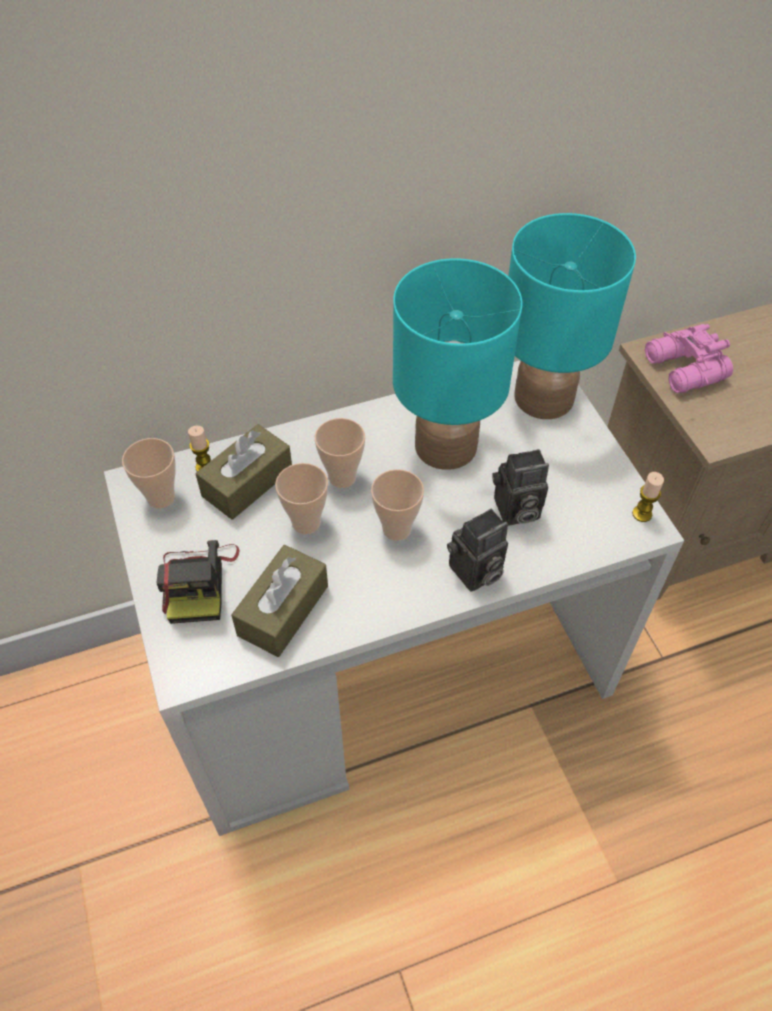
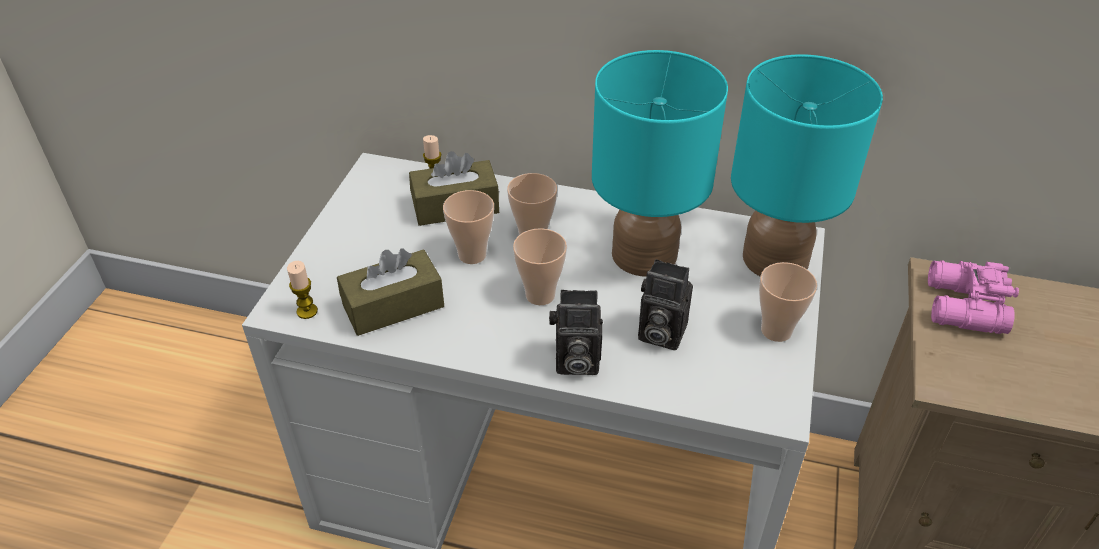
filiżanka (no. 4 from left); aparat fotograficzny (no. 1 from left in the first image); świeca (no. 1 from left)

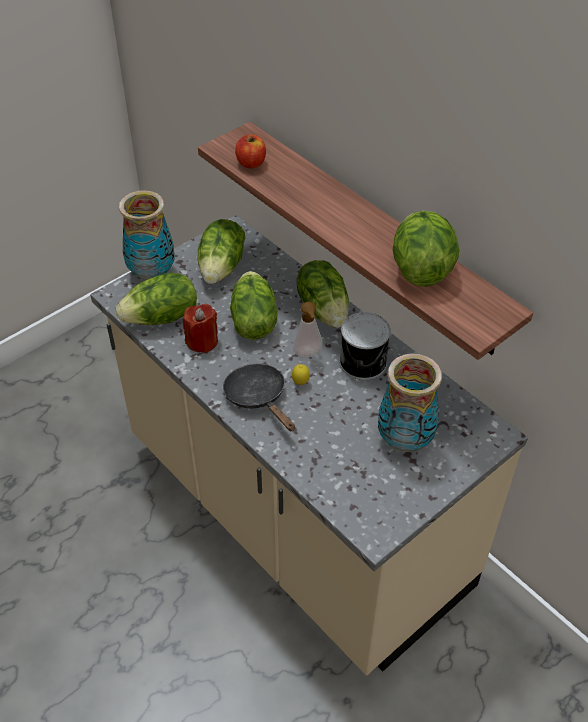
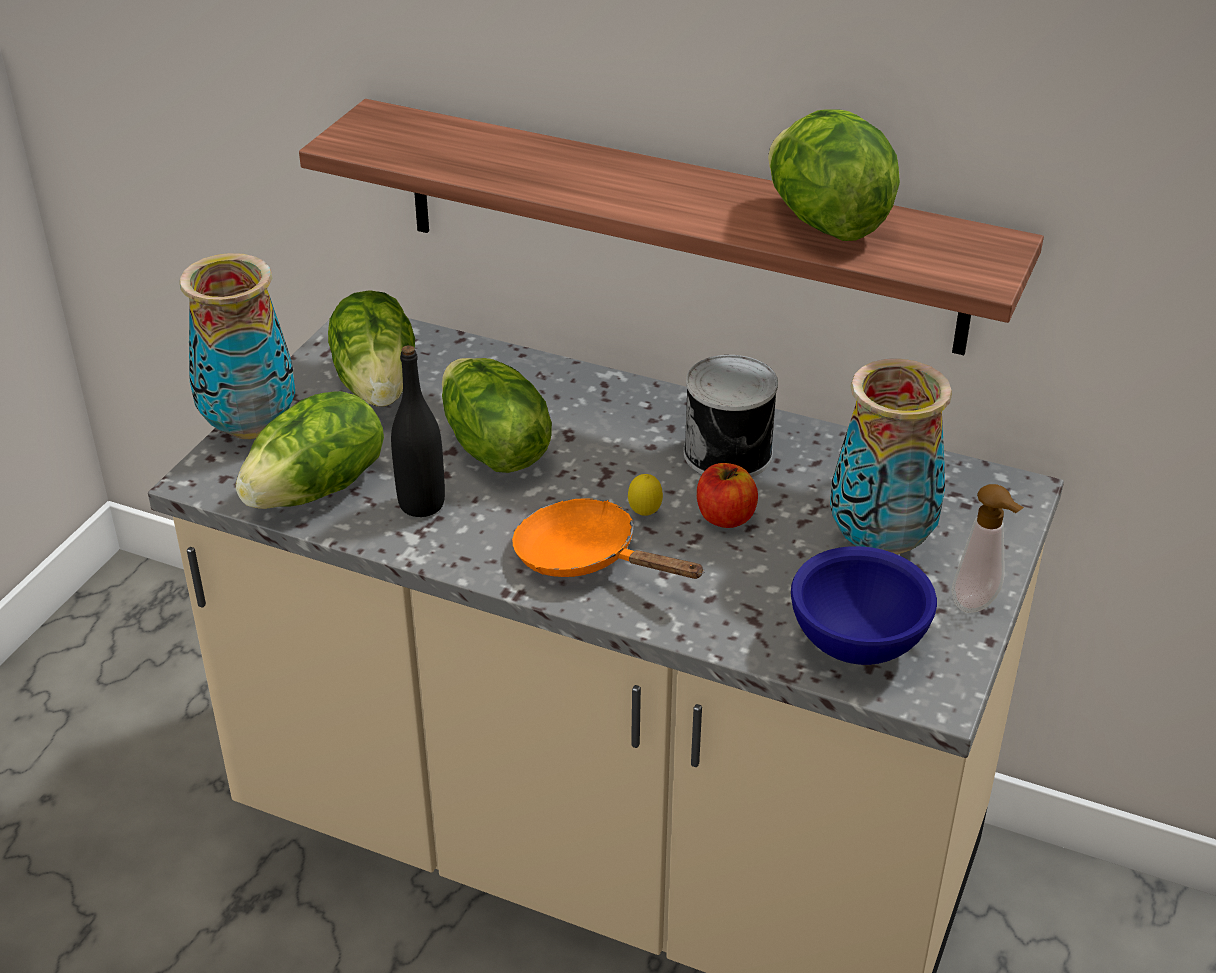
butelka [czarny]; patelnia [pomarańczowy]; jabłko; dozownik mydła; sałata (no. 4 from left in the first image); miska [niebieski]

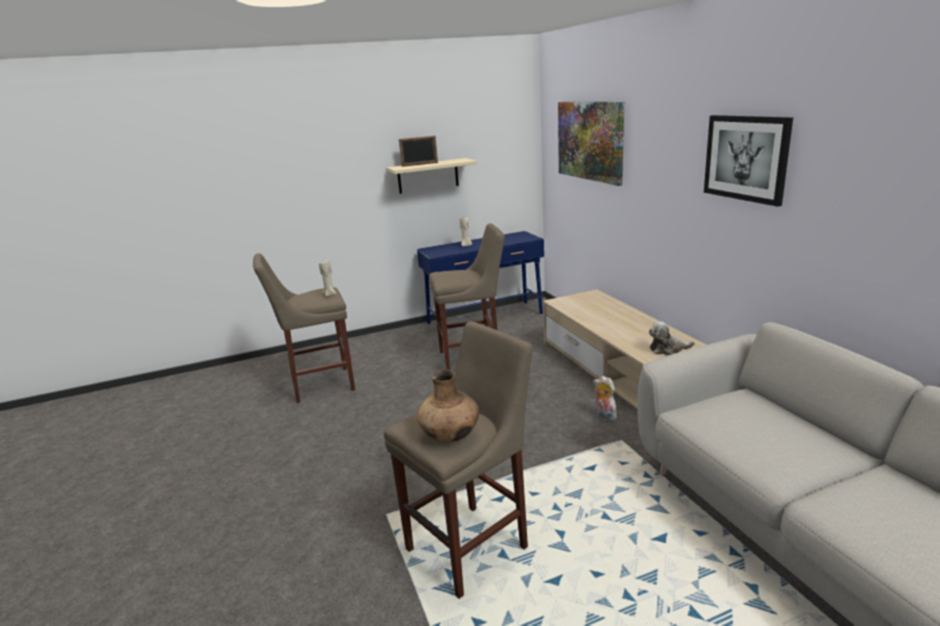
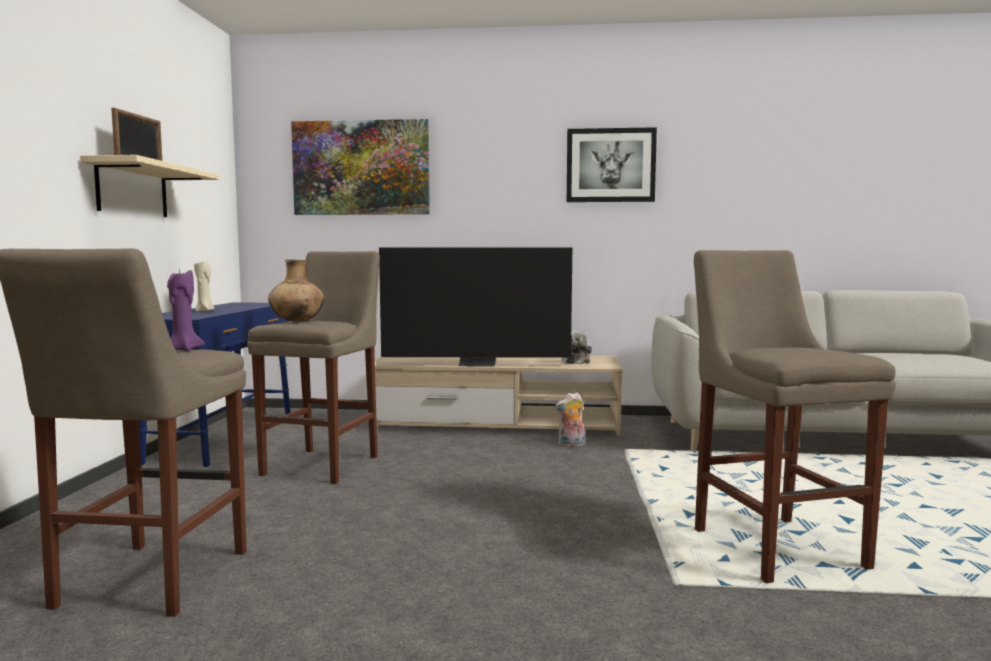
świeca [fioletowy]; wazon [brązowy]; telewizor

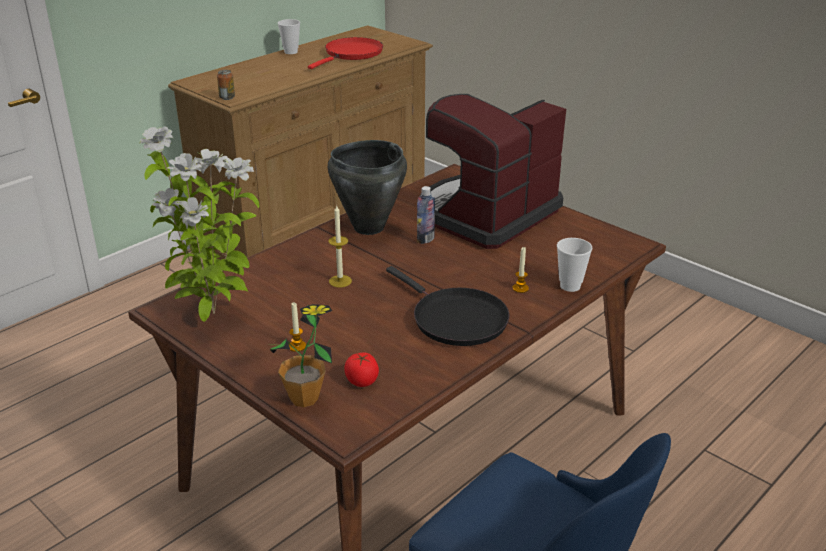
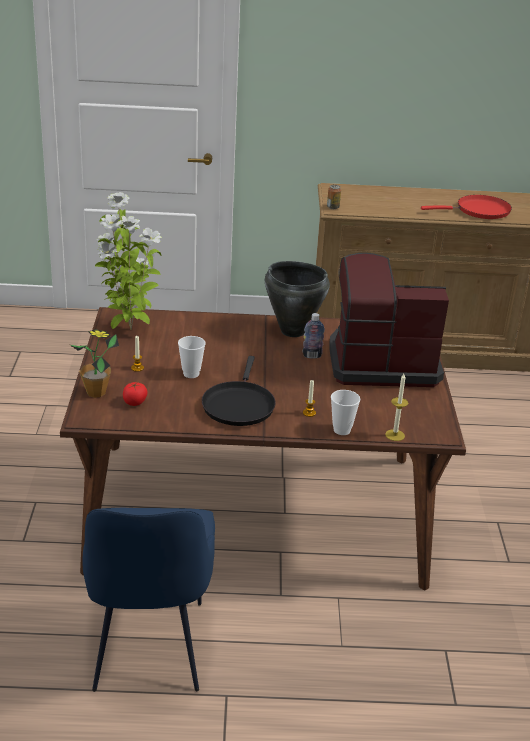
filiżanka (no. 1 from left); świeca (no. 3 from left)

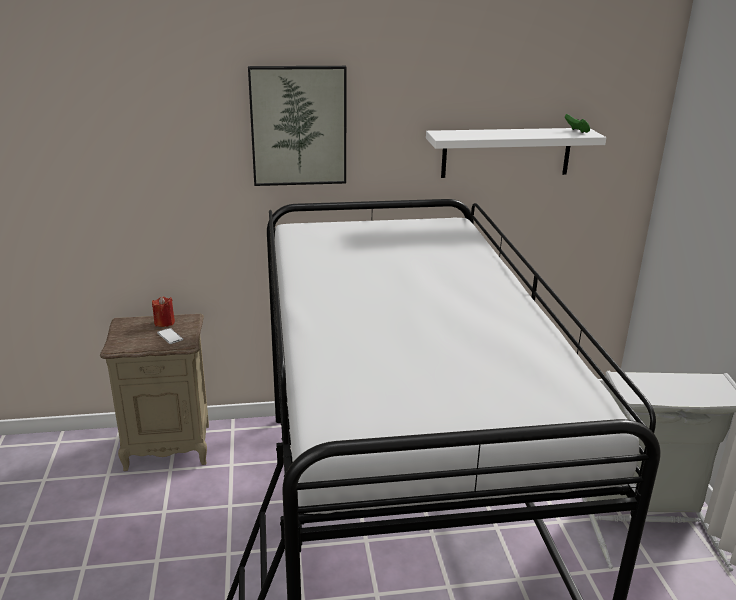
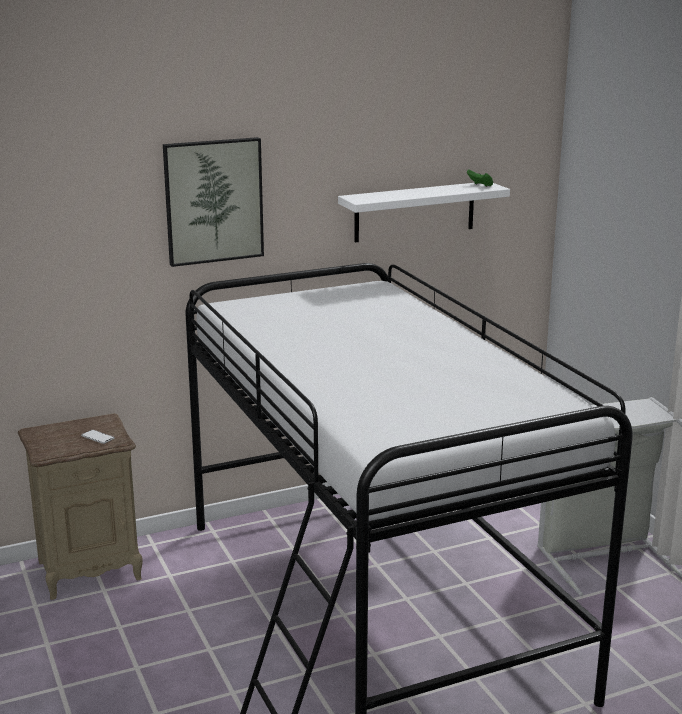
świeca [czerwony]

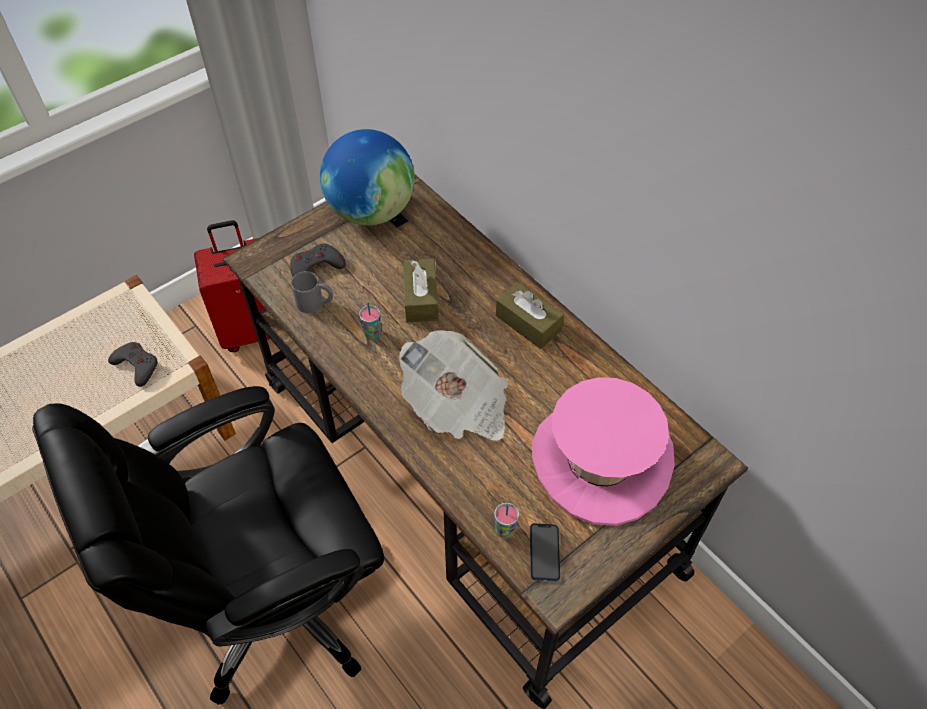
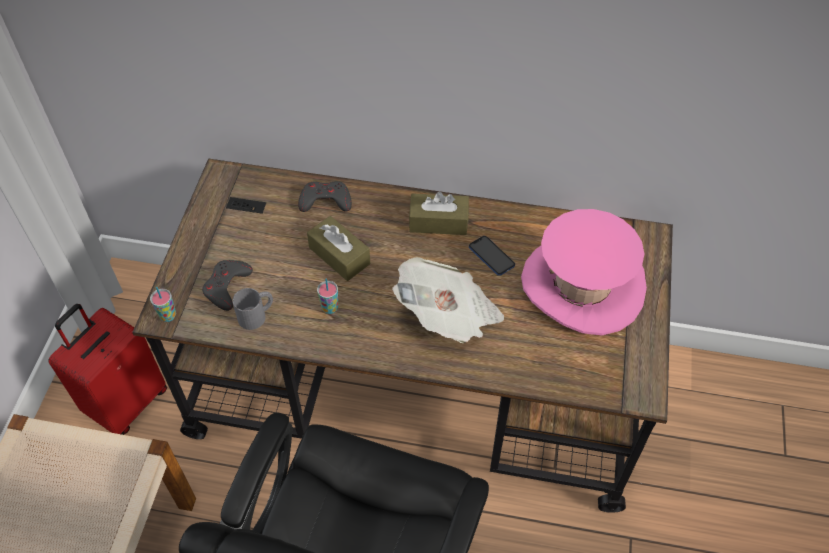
pad do gier [szary] (no. 2 from left); globus; filiżanka (no. 1 from left); telefon

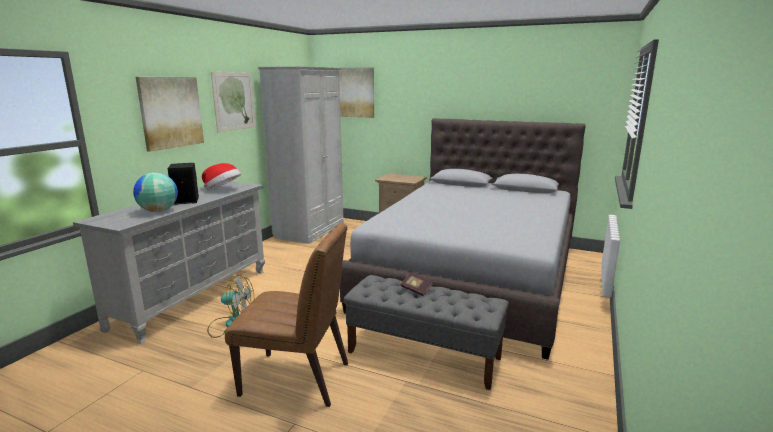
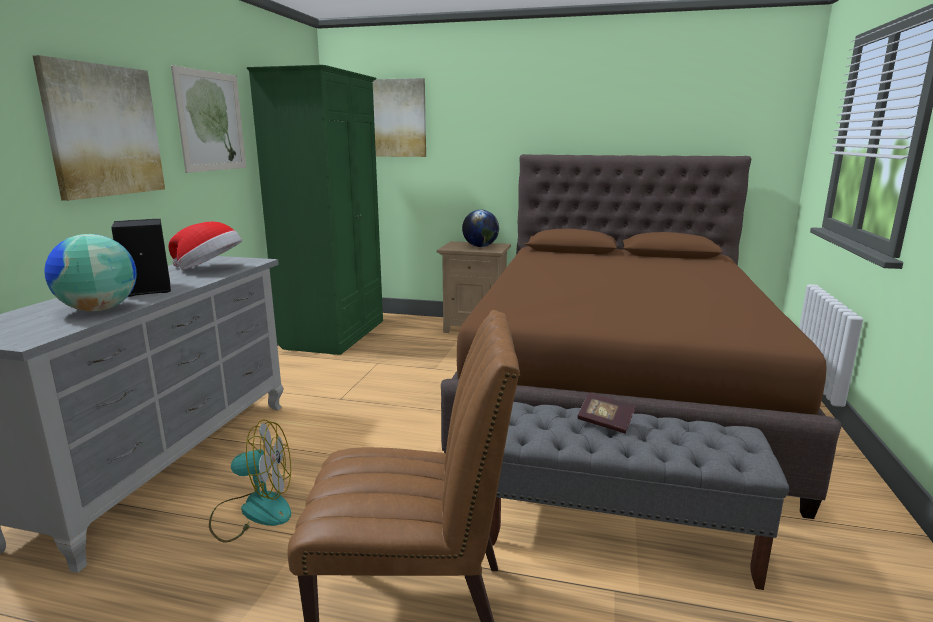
szafa [zielony]; łóżko [brązowy]; globus (no. 2 from left)

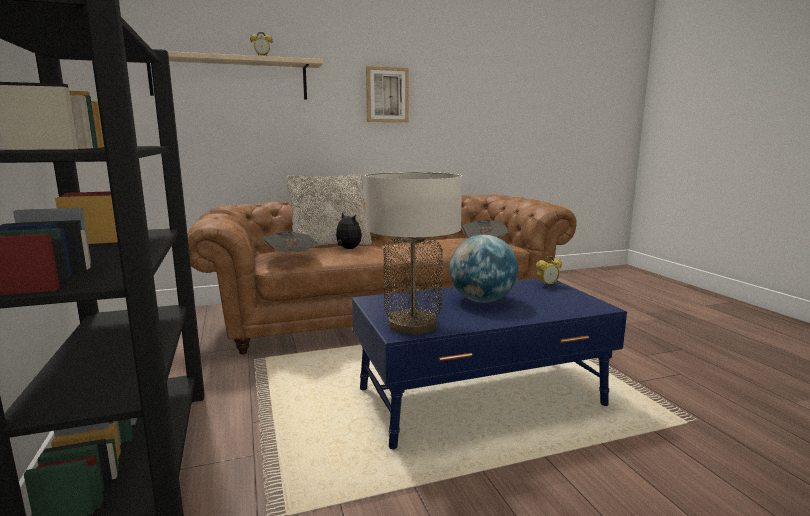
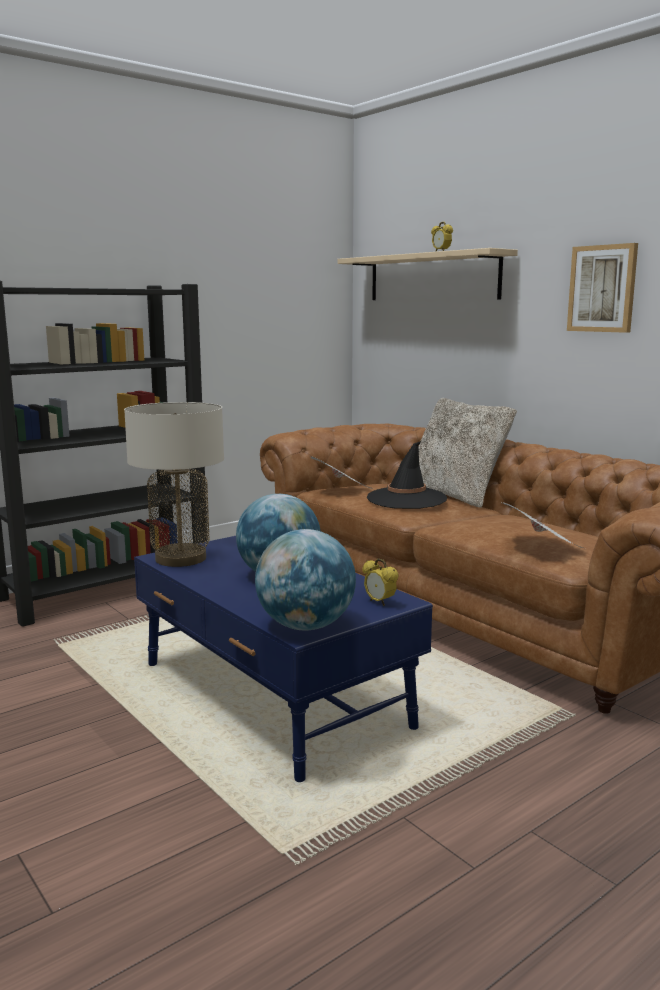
kapelusz [czarny]; globus (no. 2 from left)

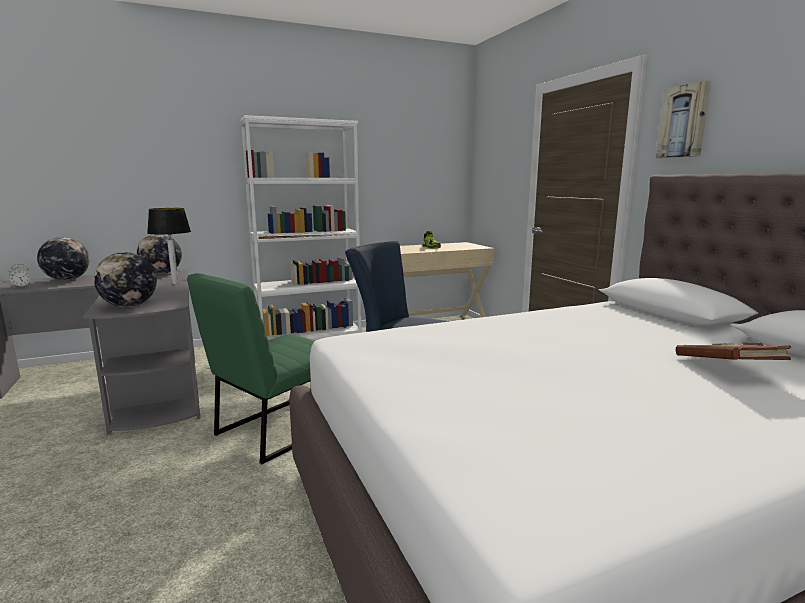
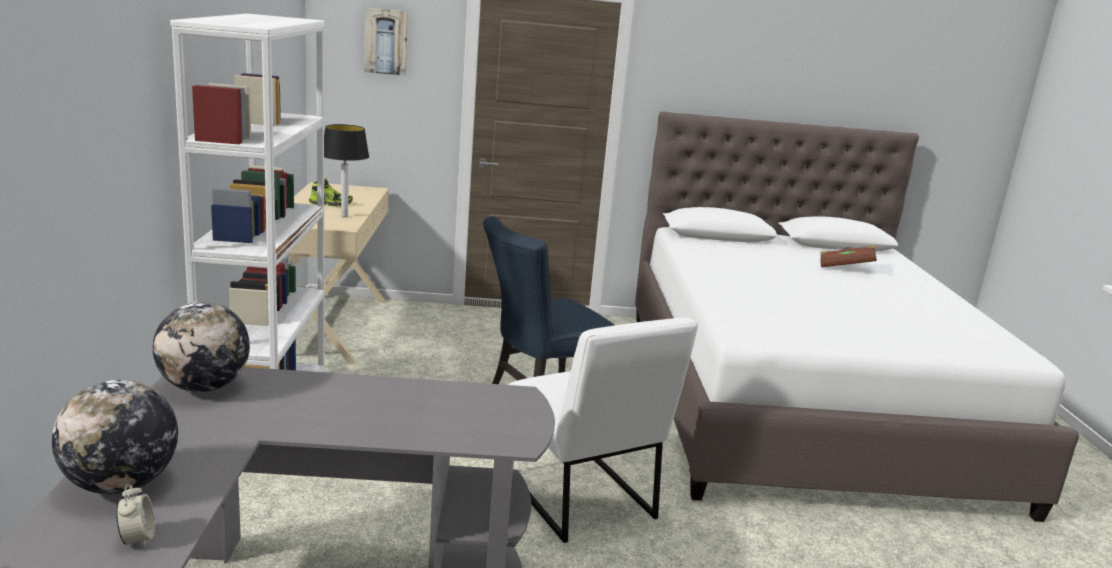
globus (no. 2 from left in the first image); lampa stołowa; krzesło [biały]; obraz

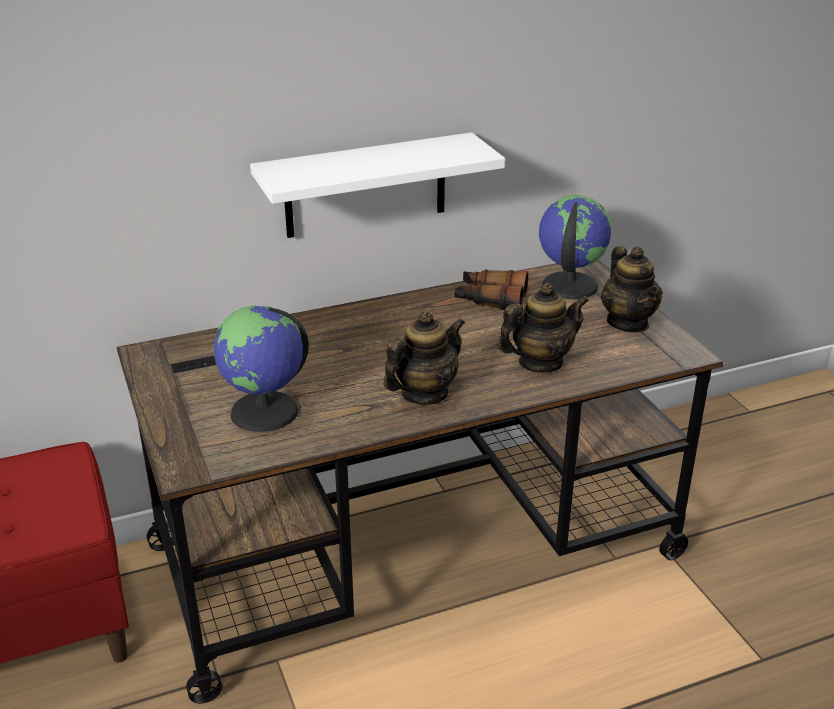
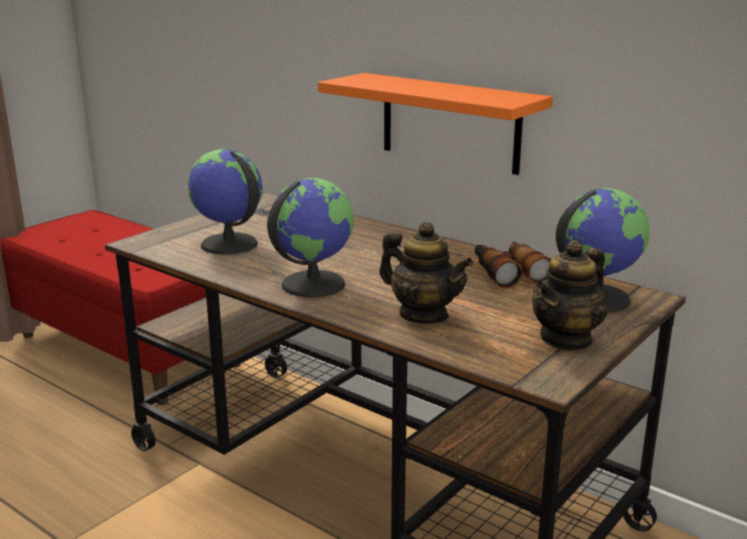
półka [pomarańczowy]; globus (no. 2 from left)

